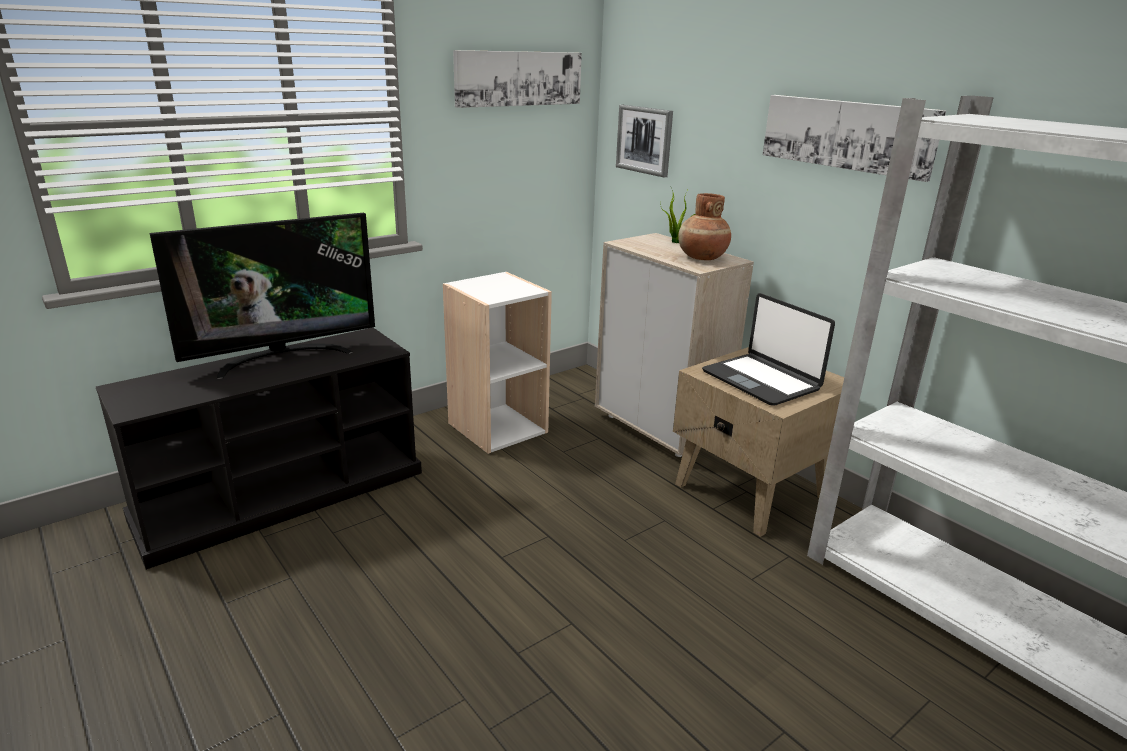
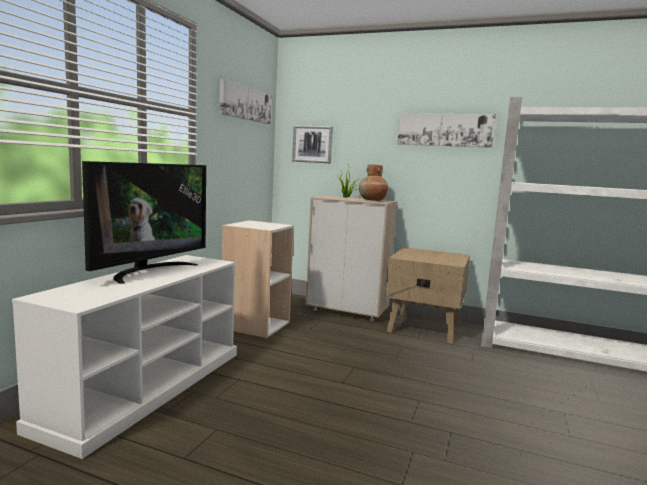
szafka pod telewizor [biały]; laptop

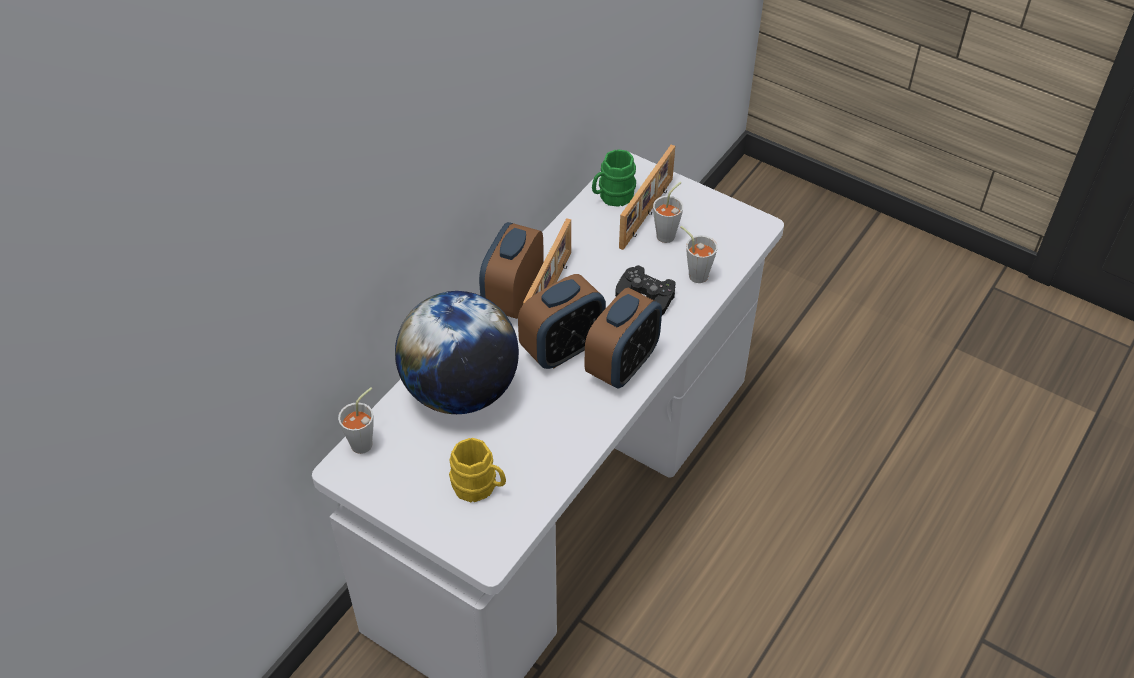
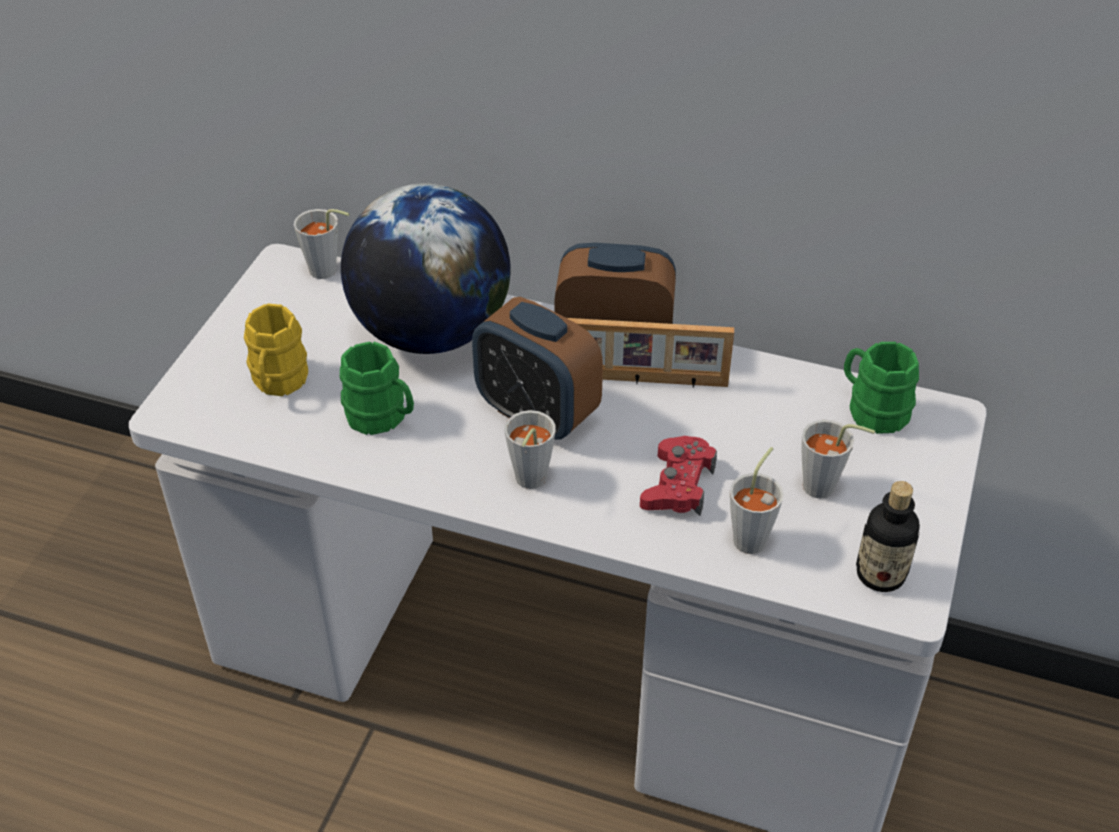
filiżanka [szary] (no. 2 from left); pad do gier [czerwony]; ramka na zdjęcie (no. 2 from left in the first image); kubek [zielony] (no. 1 from left); butelka

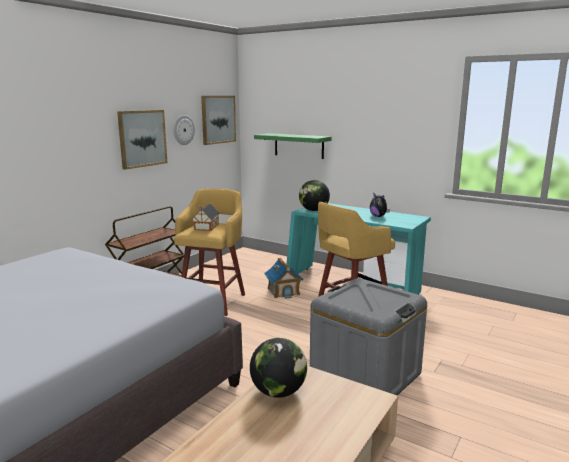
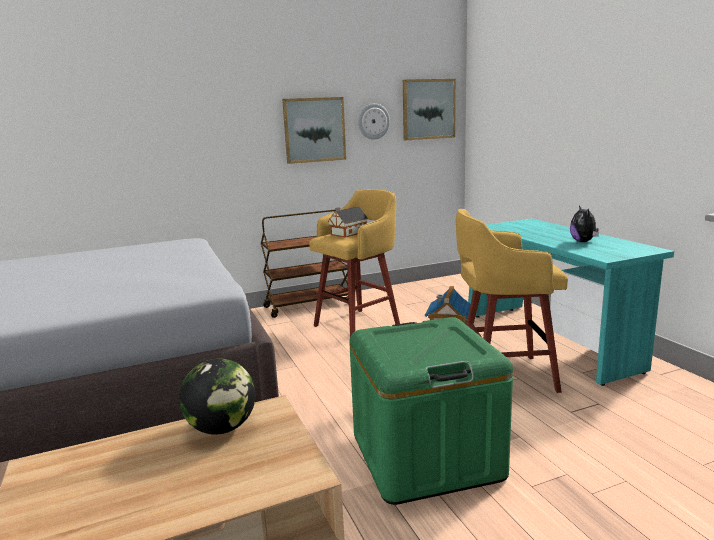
półka [zielony]; globus (no. 2 from left in the first image); pojemnik do przechowywania [zielony]

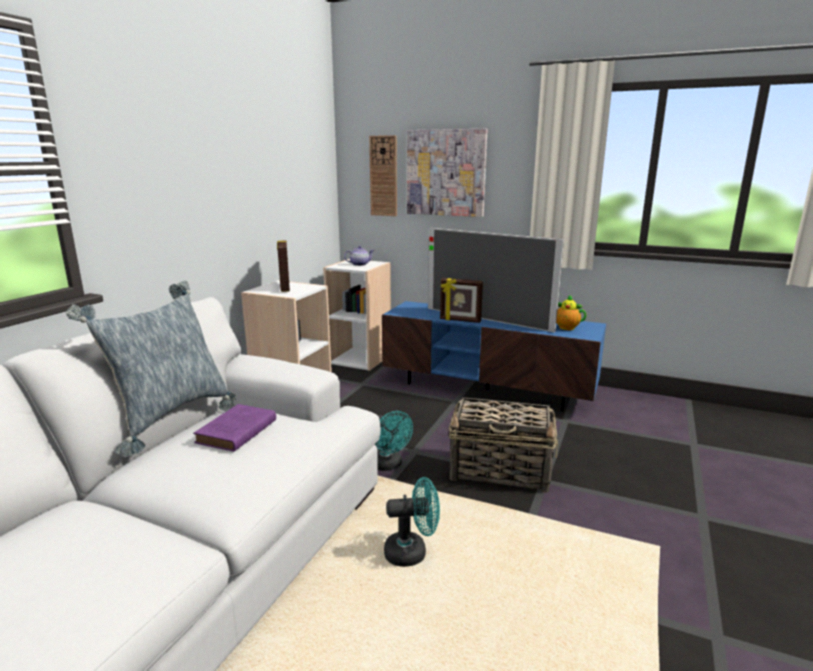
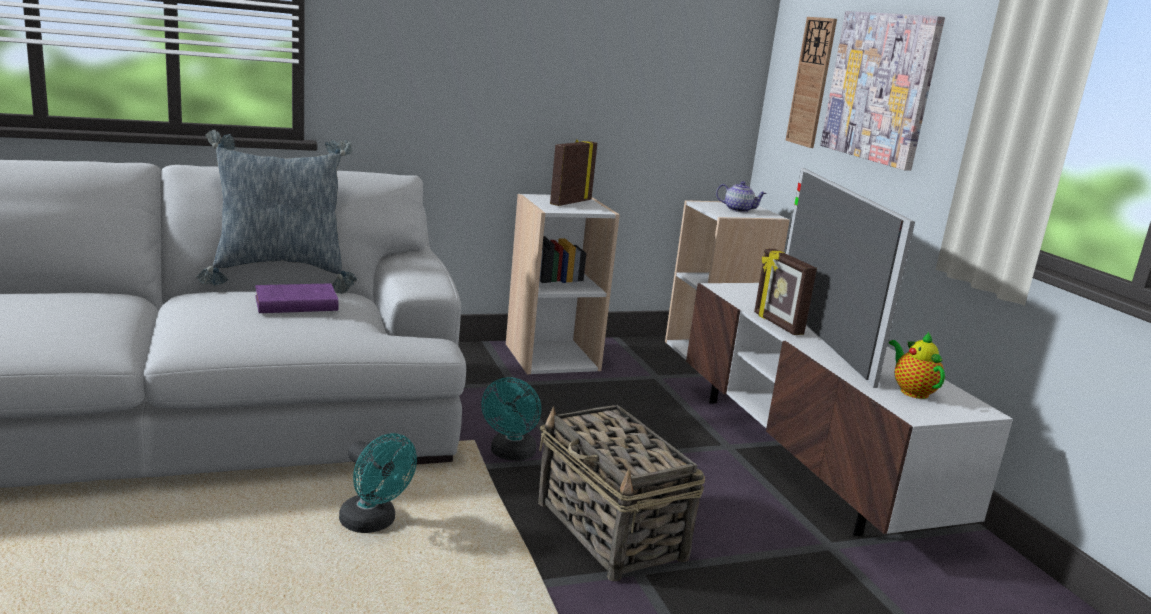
szafka pod telewizor [biały]

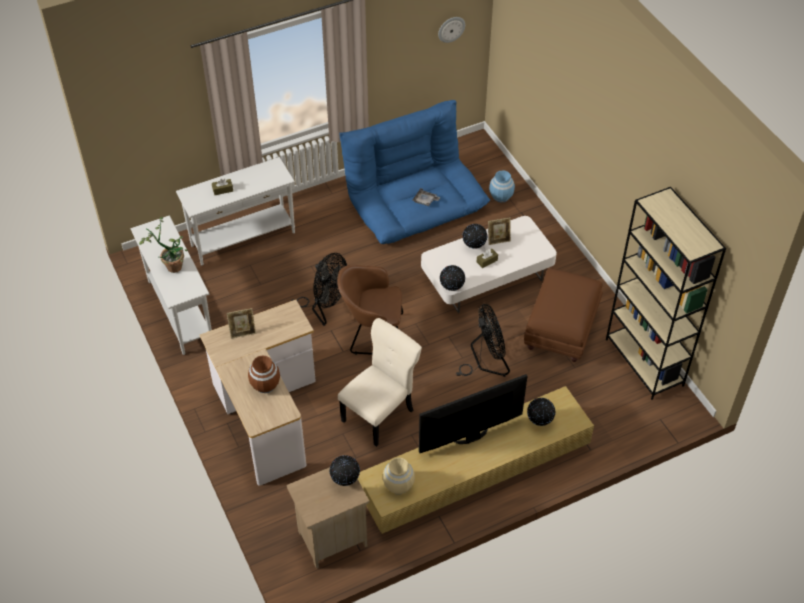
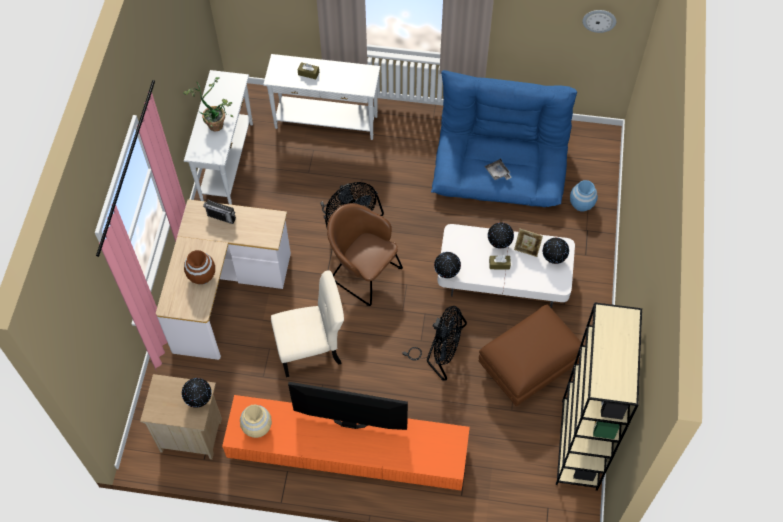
radio; szafka pod telewizor [pomarańczowy]; globus (no. 4 from left)

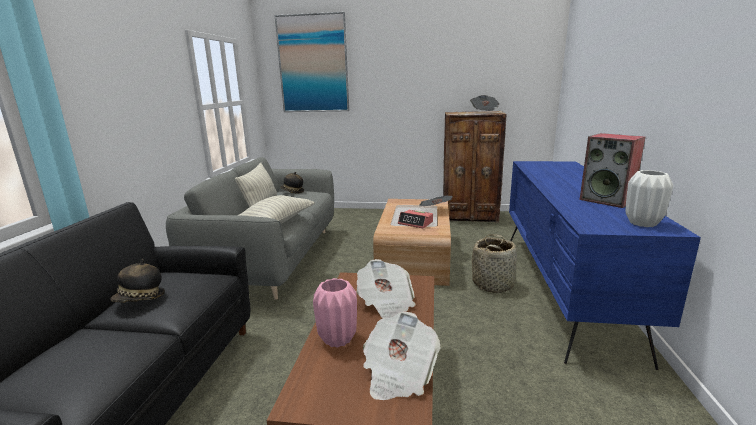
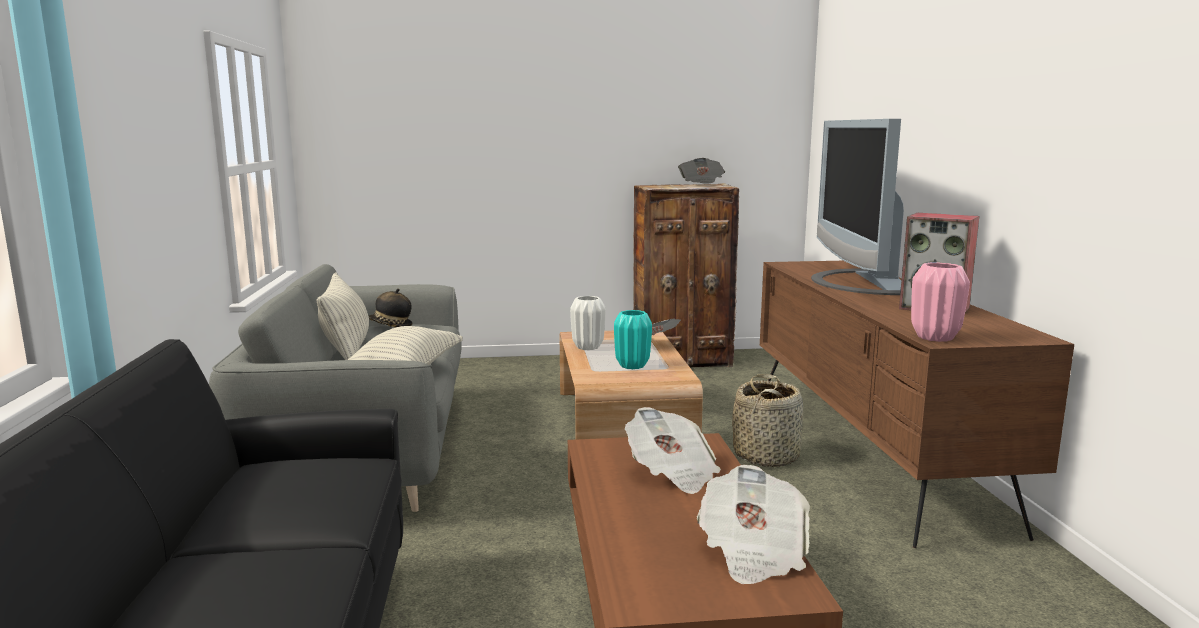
kapelusz (no. 1 from left in the first image); obraz; wazon [różowy]; wazon [turkusowy]; szafka pod telewizor [brązowy]; wazon [biały]; telewizor

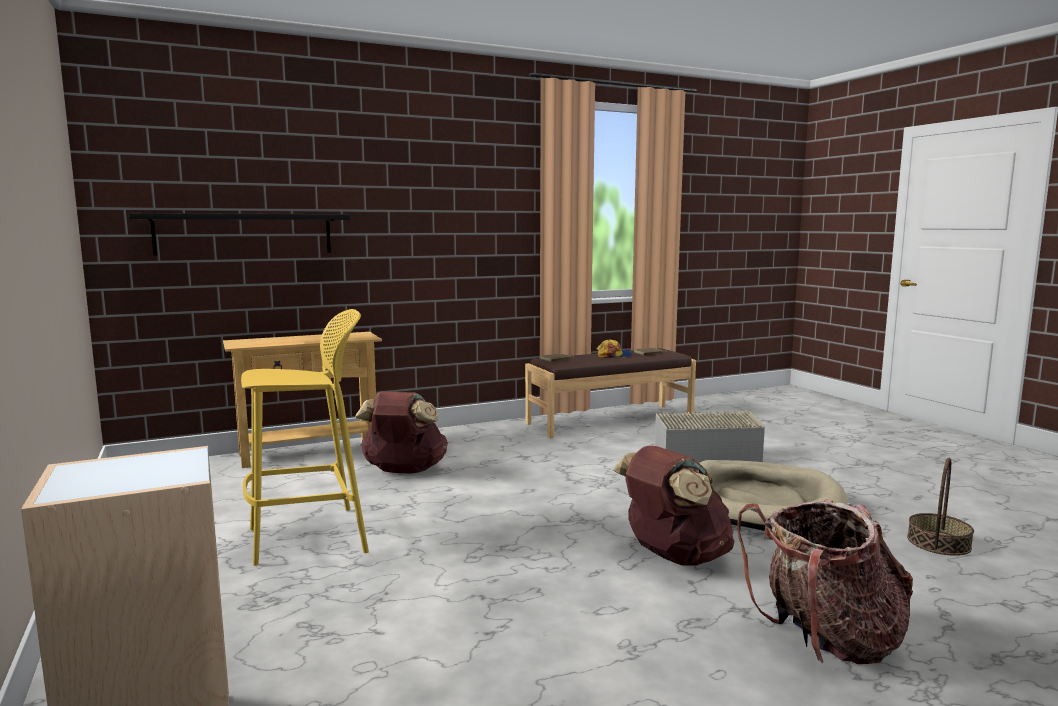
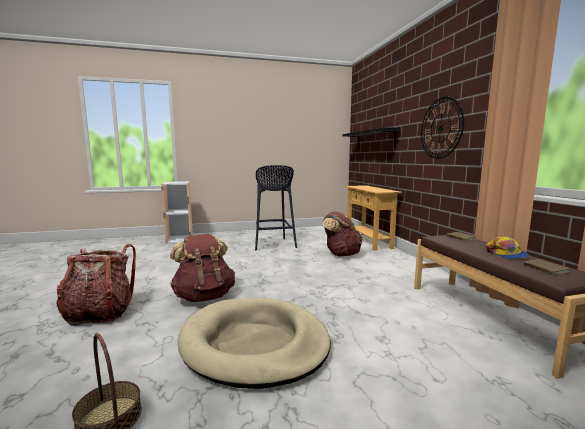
stołek [szary]; pojemnik do przechowywania [szary]; zegar ścienny

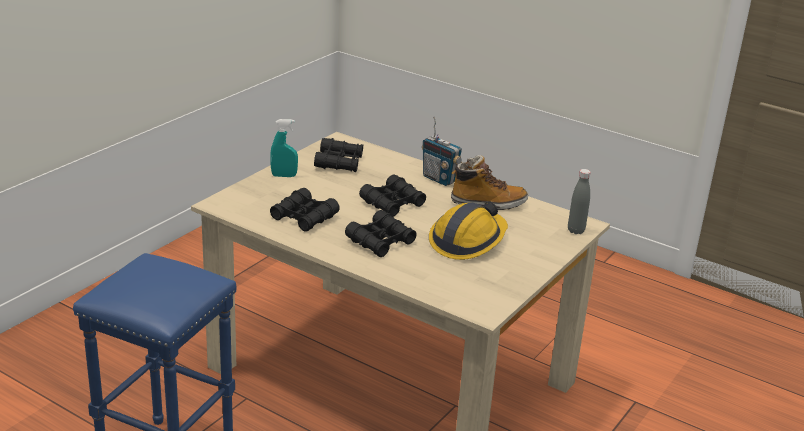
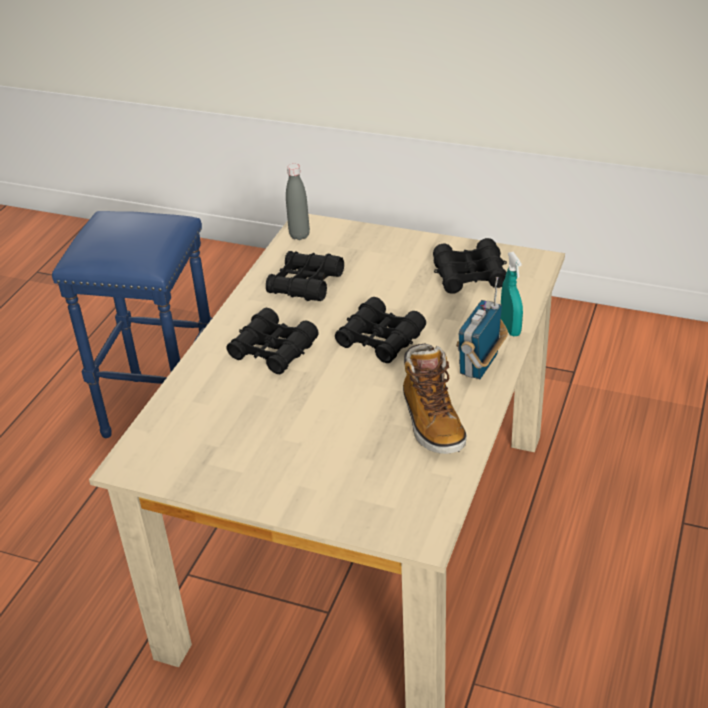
spryskiwacz [turkusowy]; kask; butelka [szary]

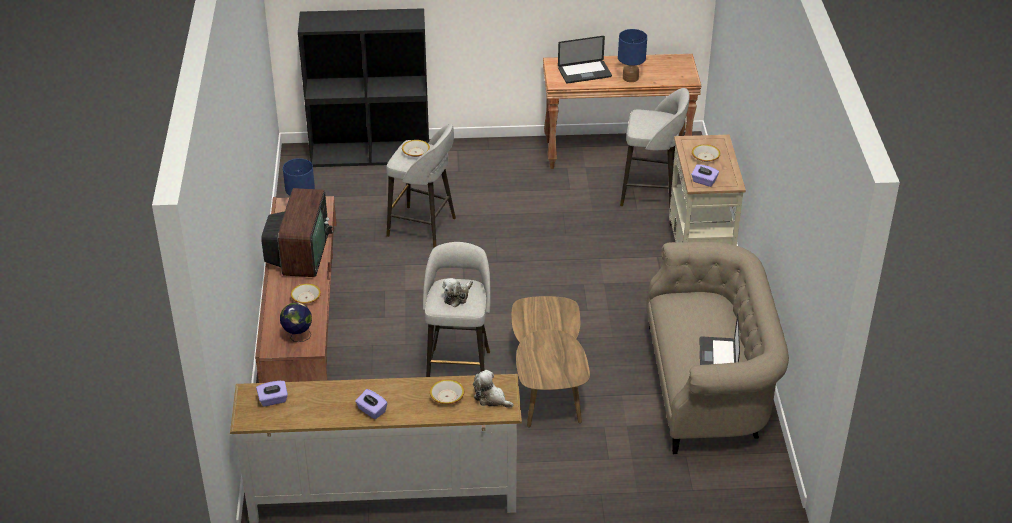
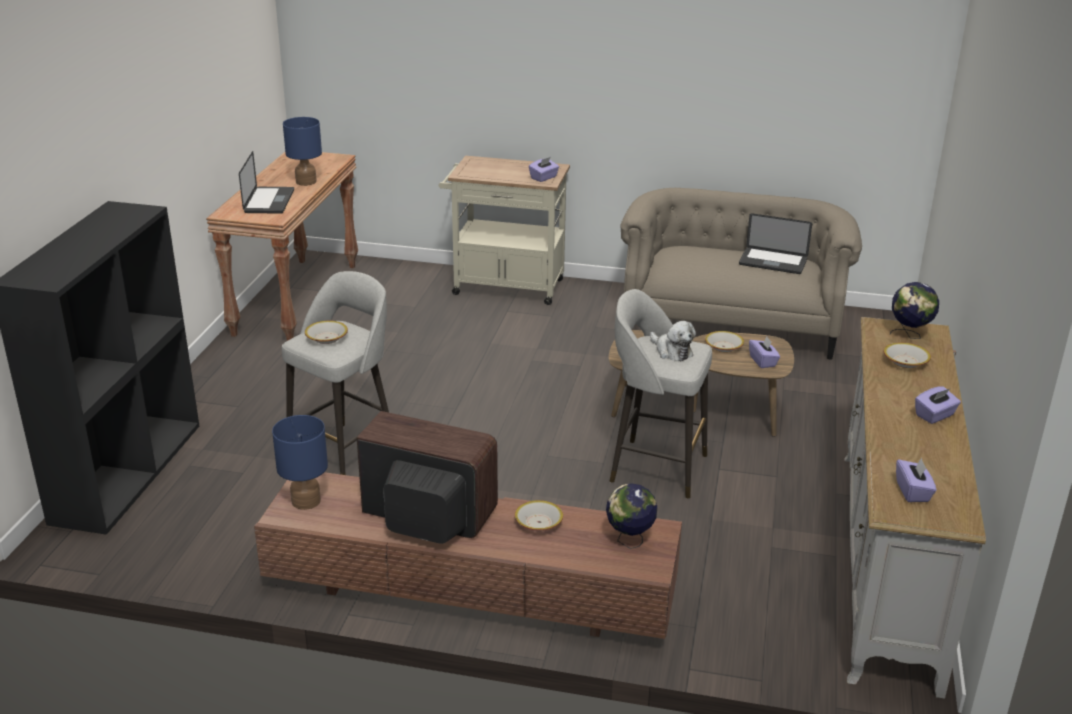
globus (no. 2 from left); stołek [szary] (no. 3 from left in the first image); miska (no. 3 from left); pudełko chusteczek [fioletowy] (no. 2 from left)

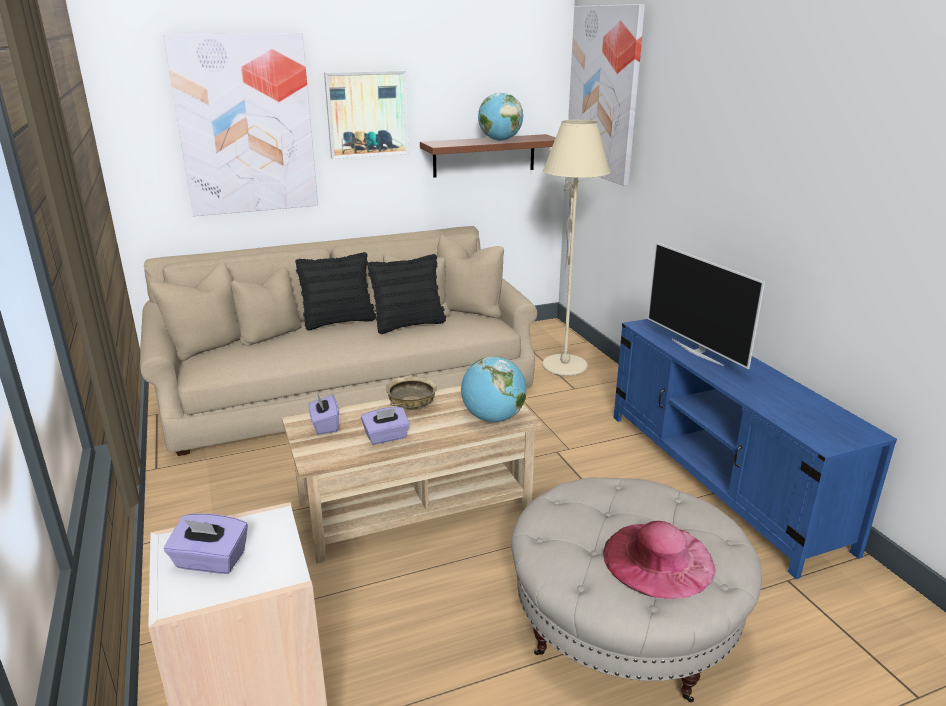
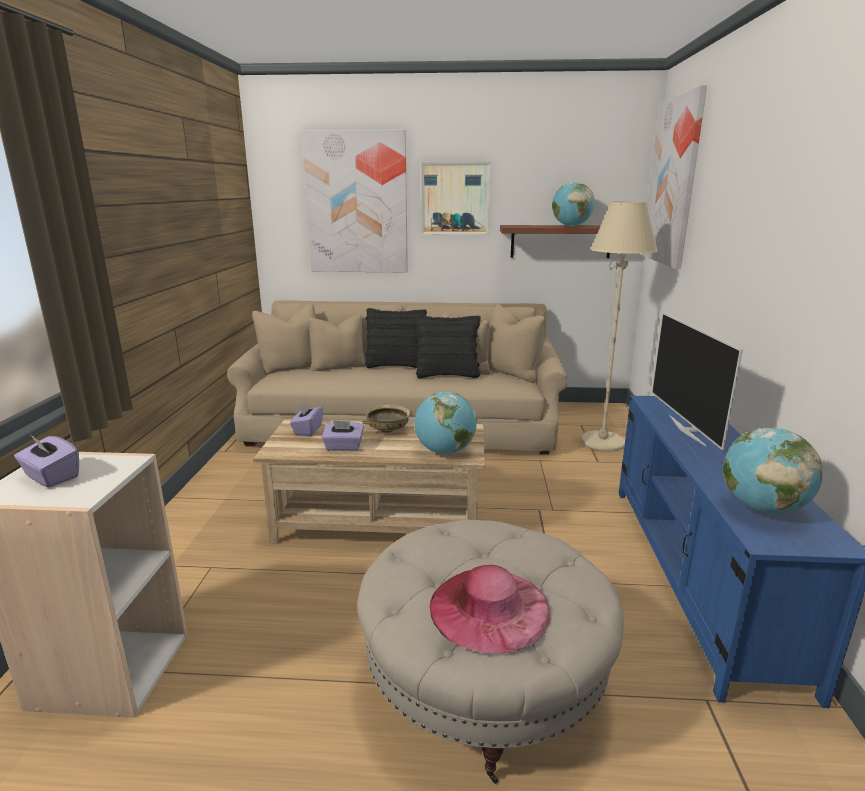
globus (no. 3 from left)

